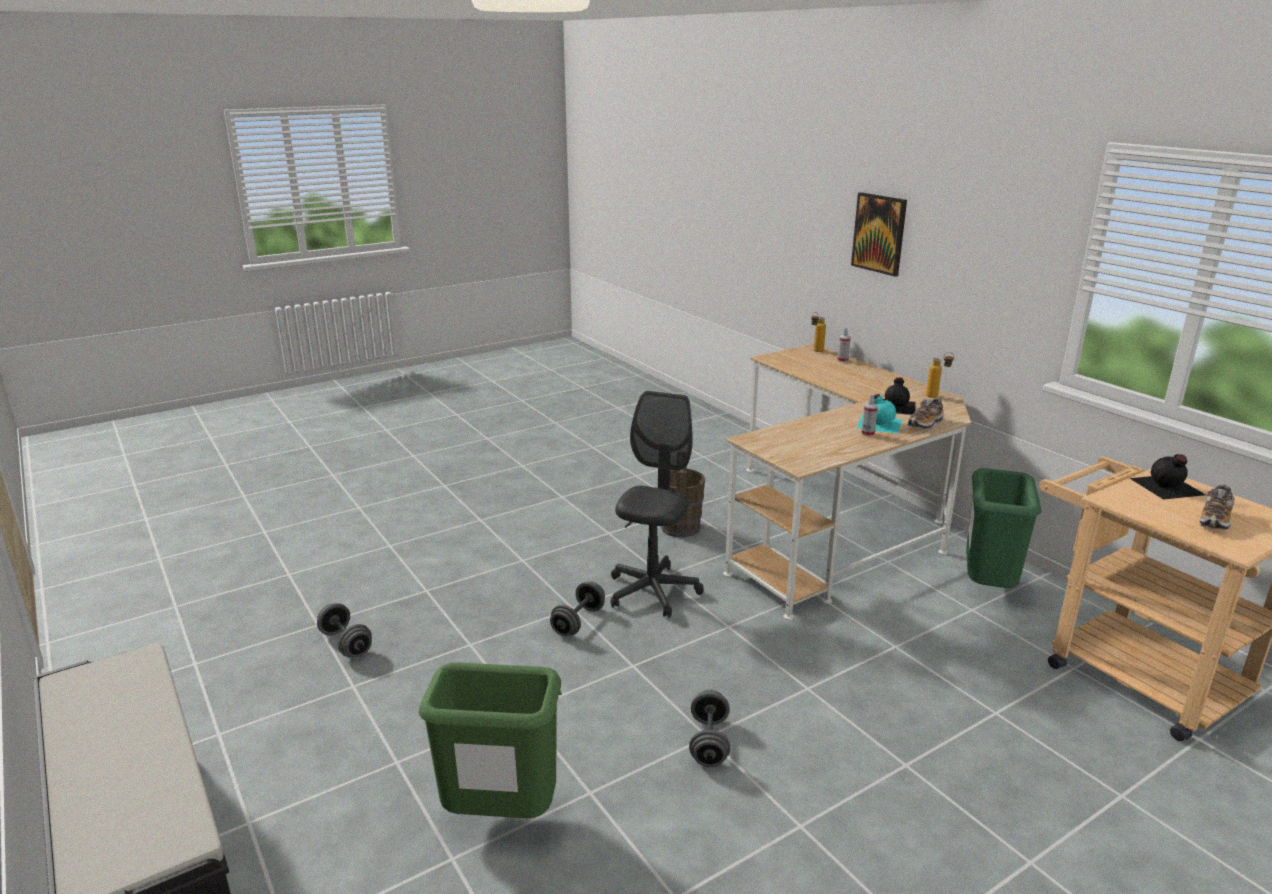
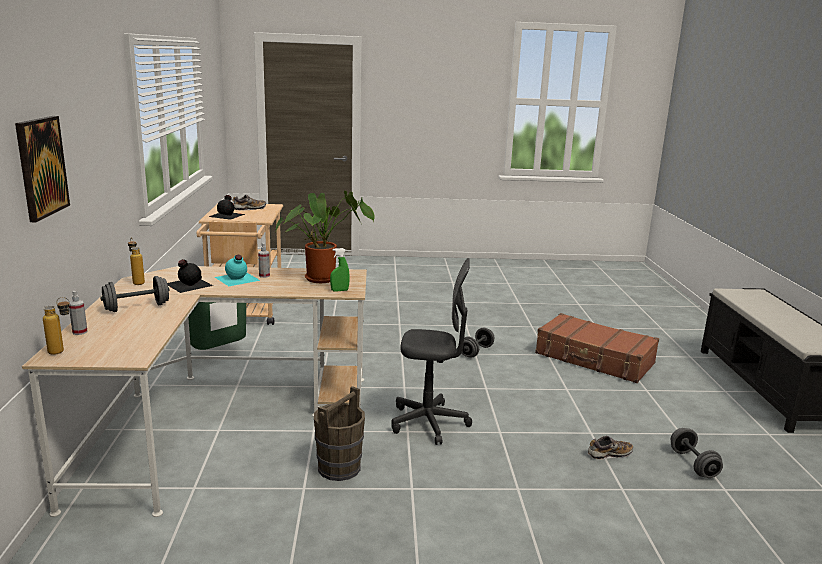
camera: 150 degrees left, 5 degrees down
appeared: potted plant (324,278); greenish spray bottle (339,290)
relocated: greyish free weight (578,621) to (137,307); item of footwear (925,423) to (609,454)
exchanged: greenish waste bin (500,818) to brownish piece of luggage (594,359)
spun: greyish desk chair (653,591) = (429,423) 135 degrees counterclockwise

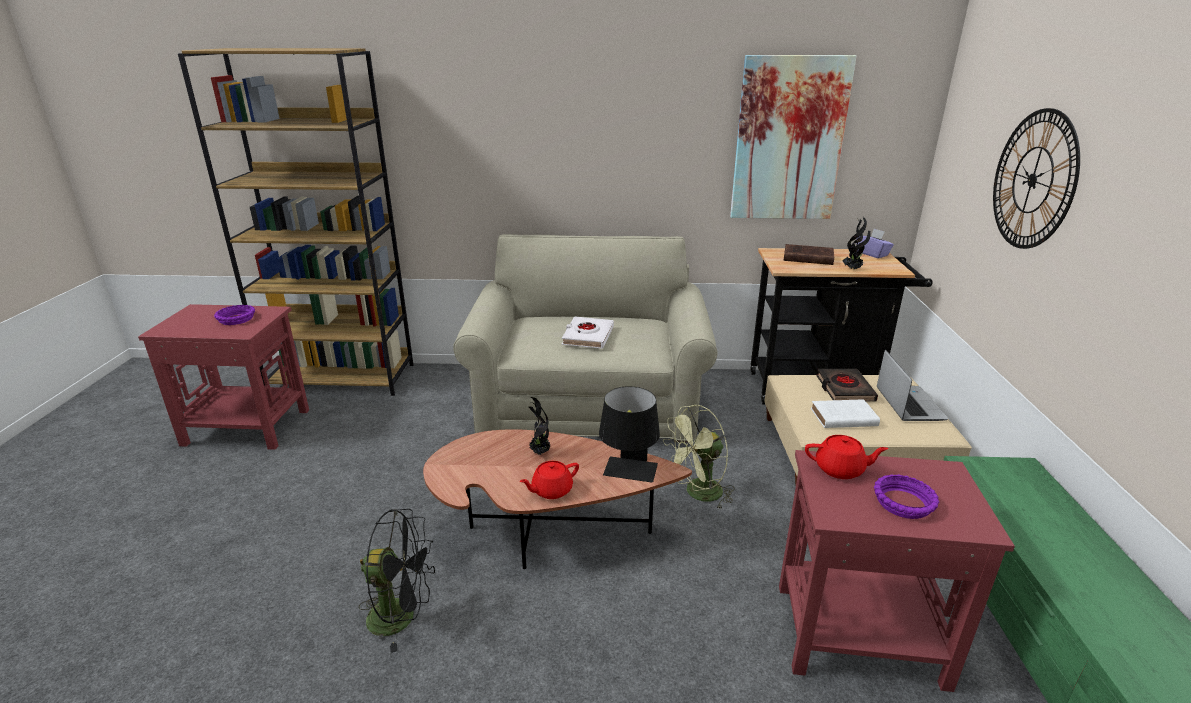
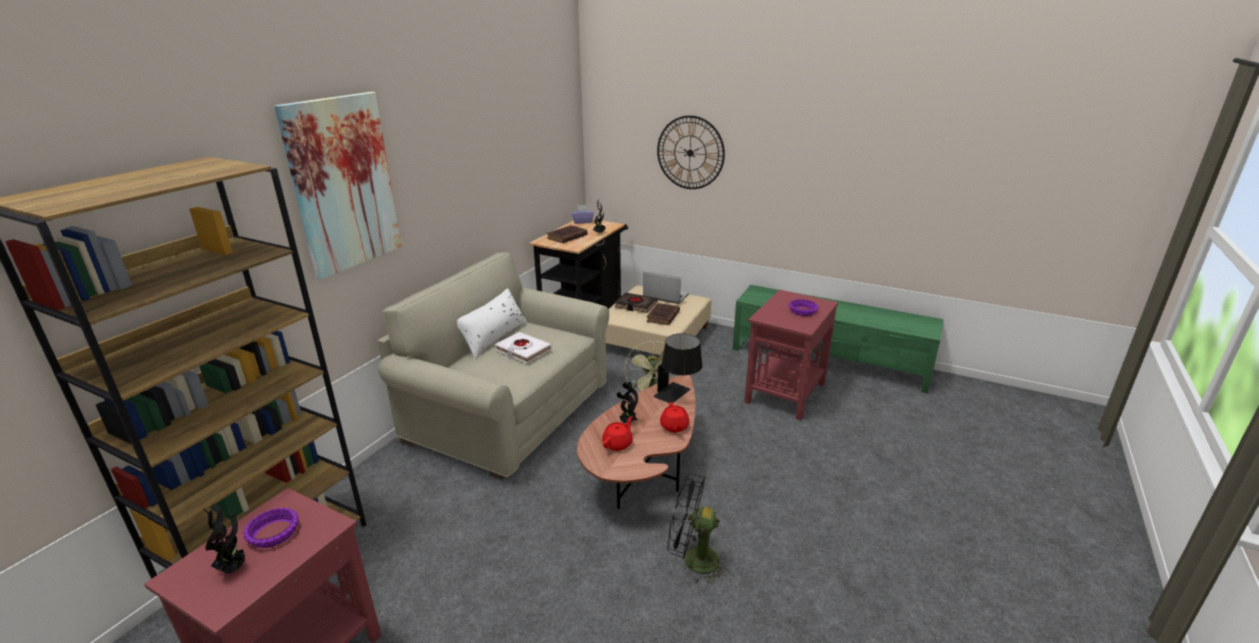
camera: 65 degrees left, 0 degrees up
appeared: potted plant (234,568); white-coloured cushion (493,337)
relocated: picture (789,140) to (343,184); red pot for tea (840,469) to (618,443)
colour: white-coloured volume (842,417) to brownish volume (663,317)
spun: black-coloured fan (402,616) = (693,560) 105 degrees counterclockwise

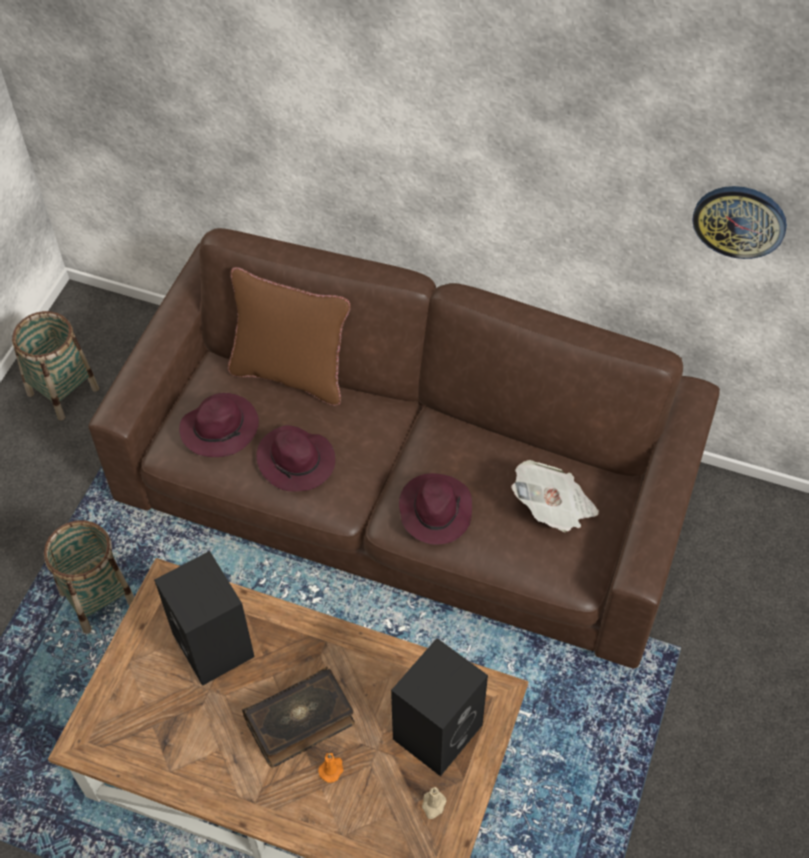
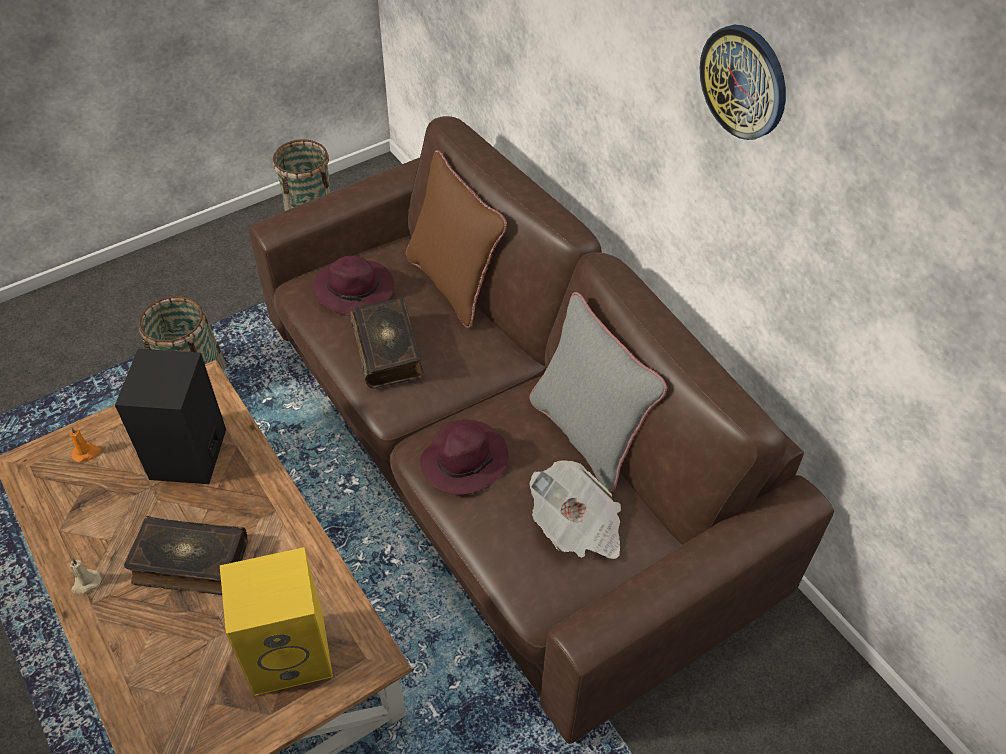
camera: 35 degrees right, 5 degrees down
appeared: greyish cushion (587,435)
relocated: orange-coloured candle (332,769) to (86,453); sand-coloured candle (433,805) to (86,583); clock on the wall (739,220) to (744,82)
exchanged: purple clothing hat (297,462) to volume (388,350)
colour: black-coloured audio speaker (437,729) to yellow audio speaker (291,652)

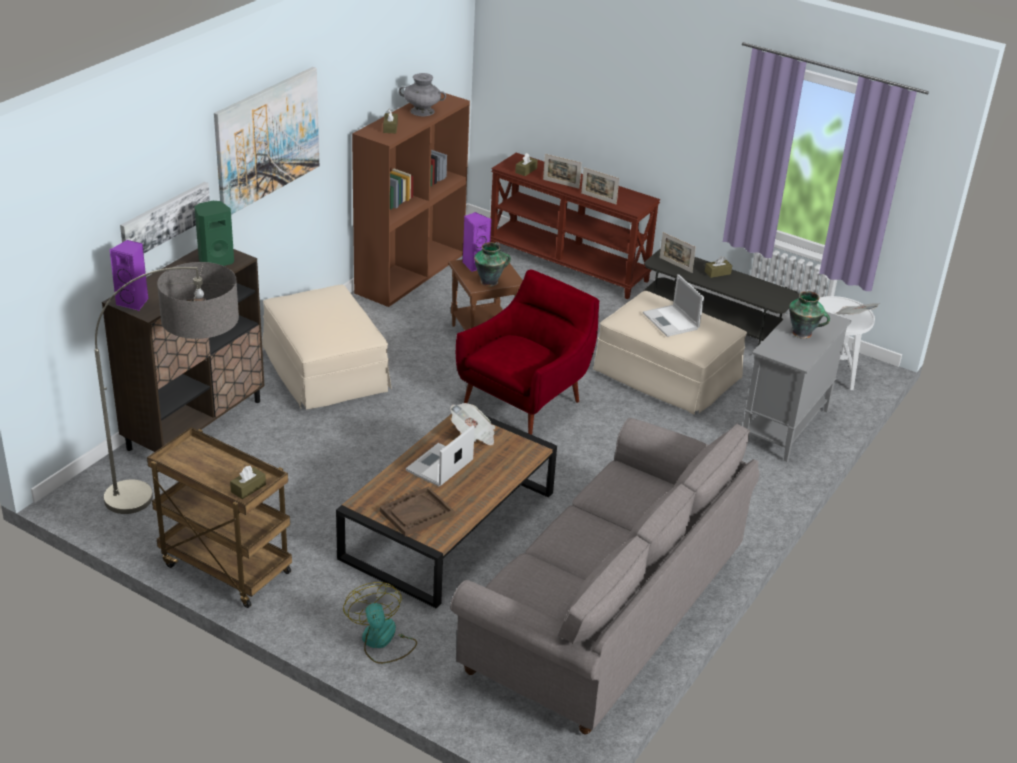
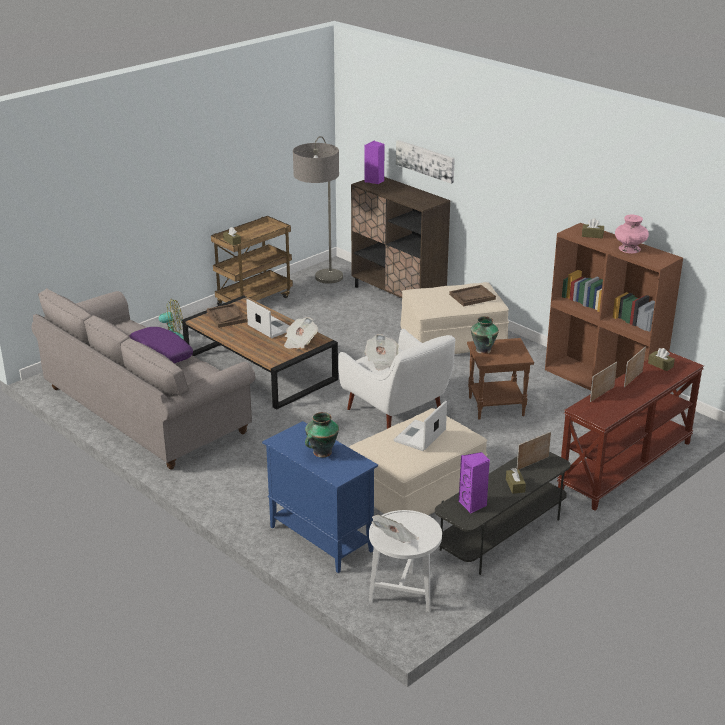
camera: 105 degrees right, 5 degrees down
missing: greenish audio speaker (215,261); picture (267,140)
appeared: purple cushion (160,353); newspaper (381,361); brownish serving tray (472,297)
relocated: purple audio speaker (474,264) to (473,505)
colour: greyish flower vase (422,111) to pink-coloured flower vase (629,249); red easy chair (525,399) to white-coloured easy chair (397,414); greyish cabinet (784,427) to blue-coloured cabinet (320,538)
spun: portable computer (671,321) = (419,436) 45 degrees counterclockwise

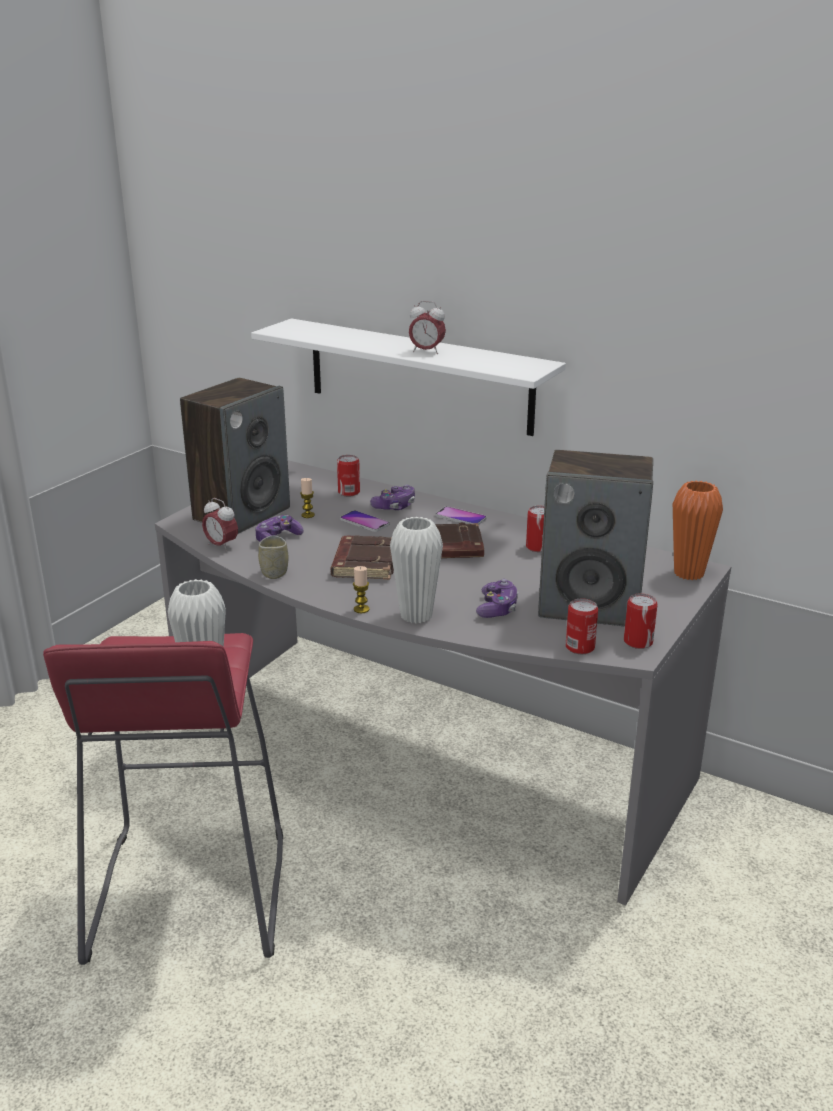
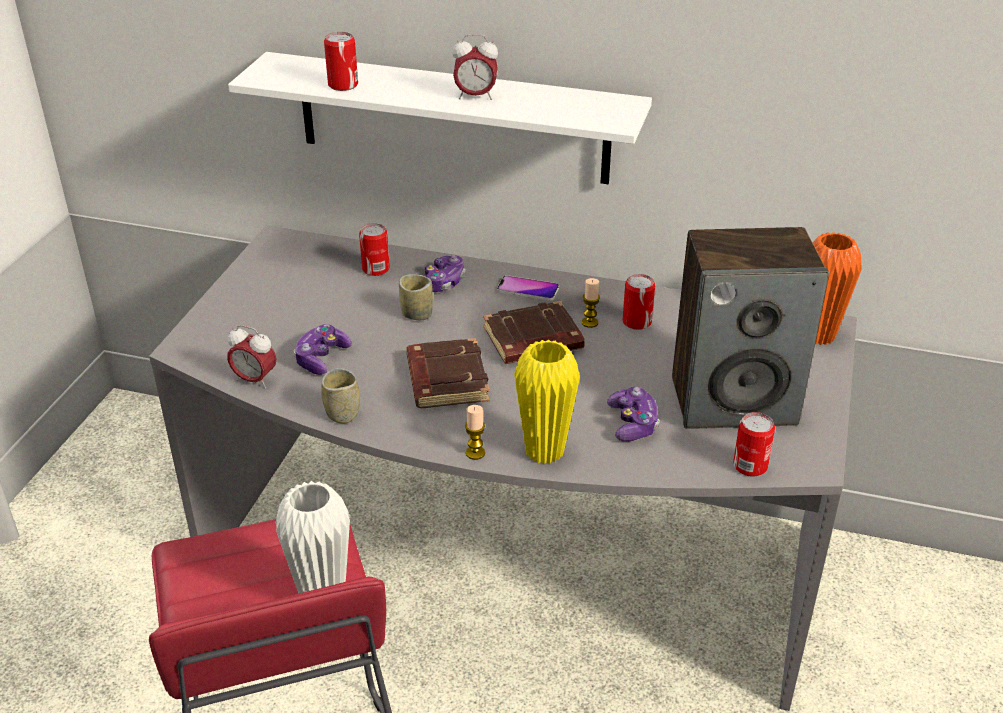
camera: 15 degrees left, 10 degrees up
missing: audio speaker (242,514)
relocated: candle (308,515) to (589,322); metal can (638,642) to (343,85)
exchanged: phone (364,522) to cup (417,314)
colour: white-coloured flower vase (416,615) to yellow flower vase (544,451)

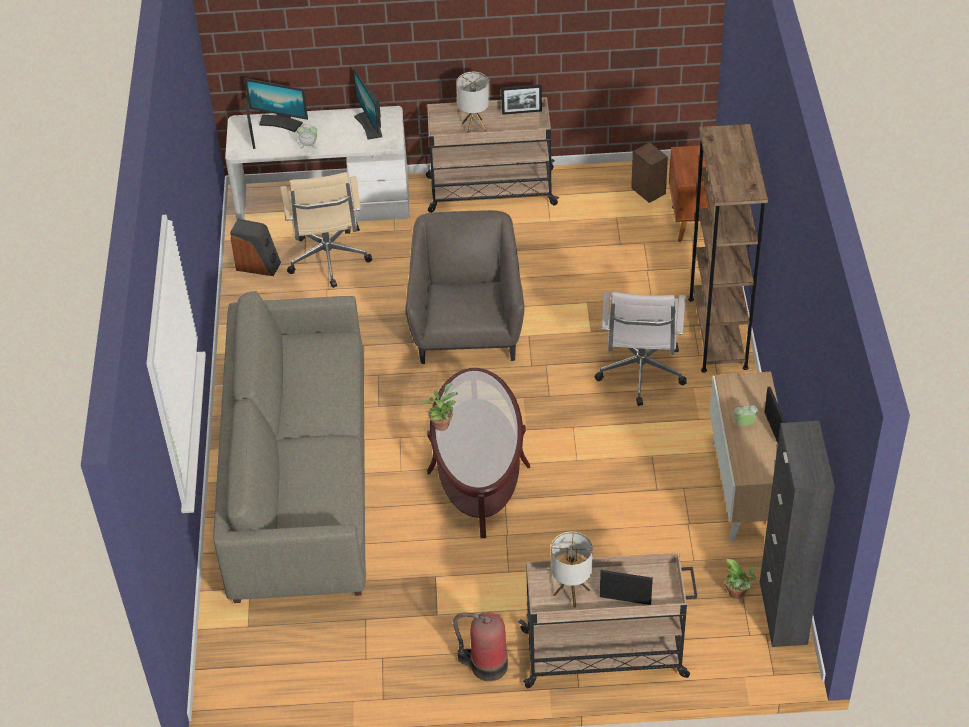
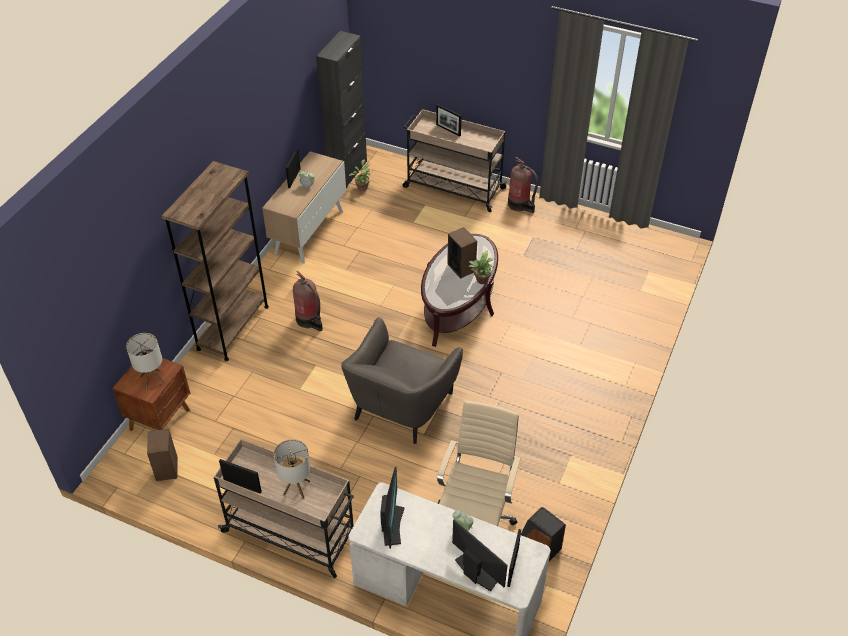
camera: 155 degrees left, 0 degrees up
missing: greyish sofa (301,481)
appeared: audio speaker (461,267)
relocated: lamp for a table (571,592) to (152,379)
exchanged: white-coloured desk chair (640,375) to fire extinguisher (309,320)

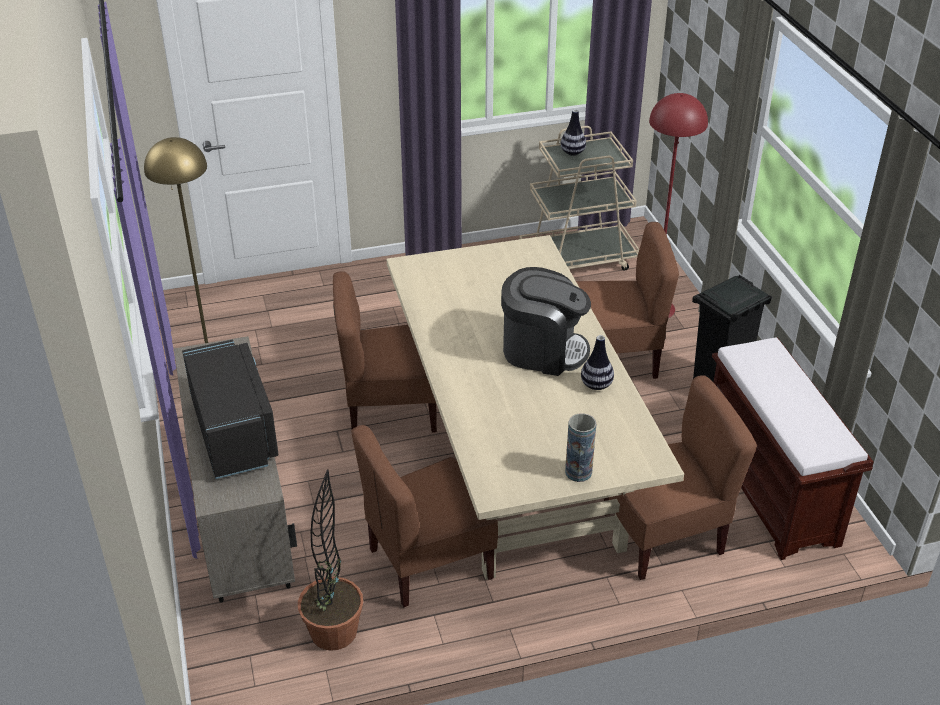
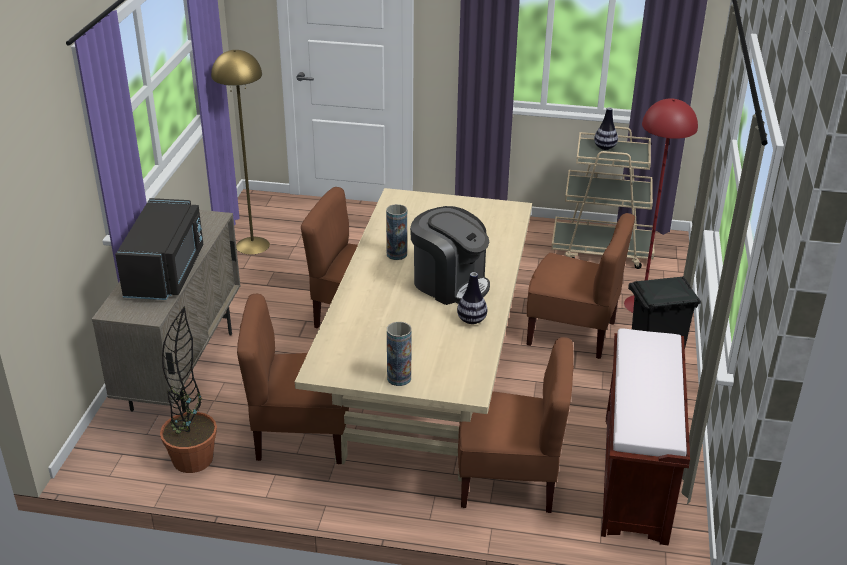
camera: 25 degrees right, 5 degrees down
appeared: flower vase (396,254)

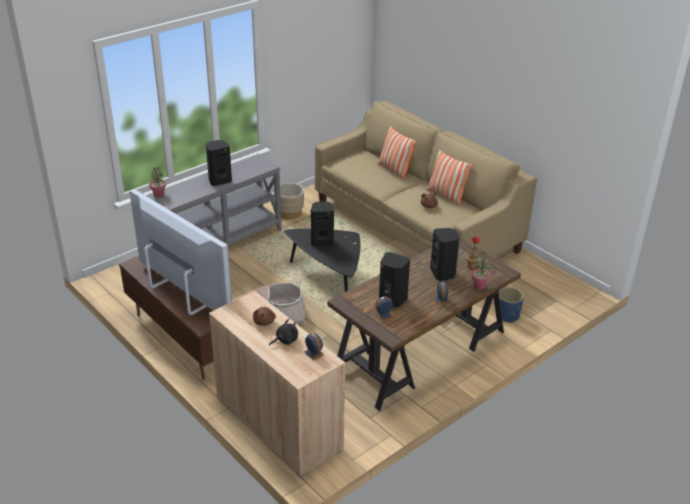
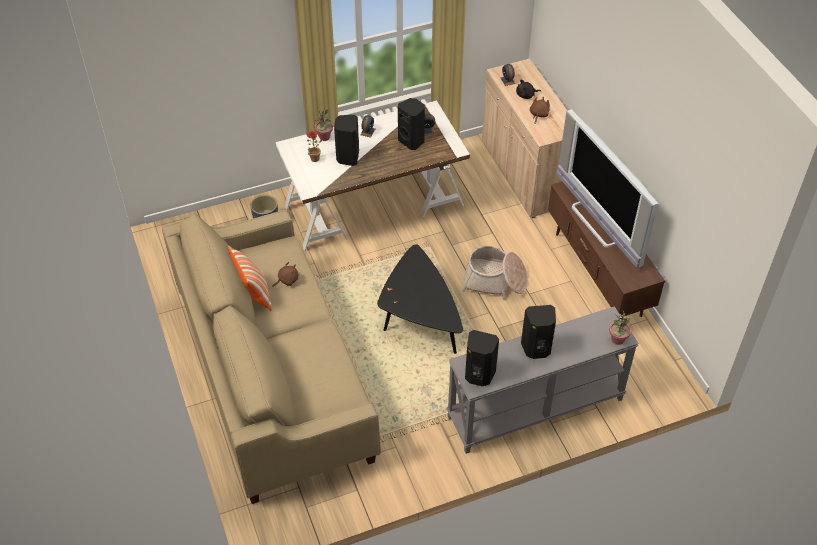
camera: 160 degrees left, 15 degrees up
missing: sand-coloured flower pot (290,213); cushion (394,170)
relocated: black-coloured audio speaker (322,241) to (479,375)
colour: brownish desk table (421,352) to white-coloured desk table (374,205)

